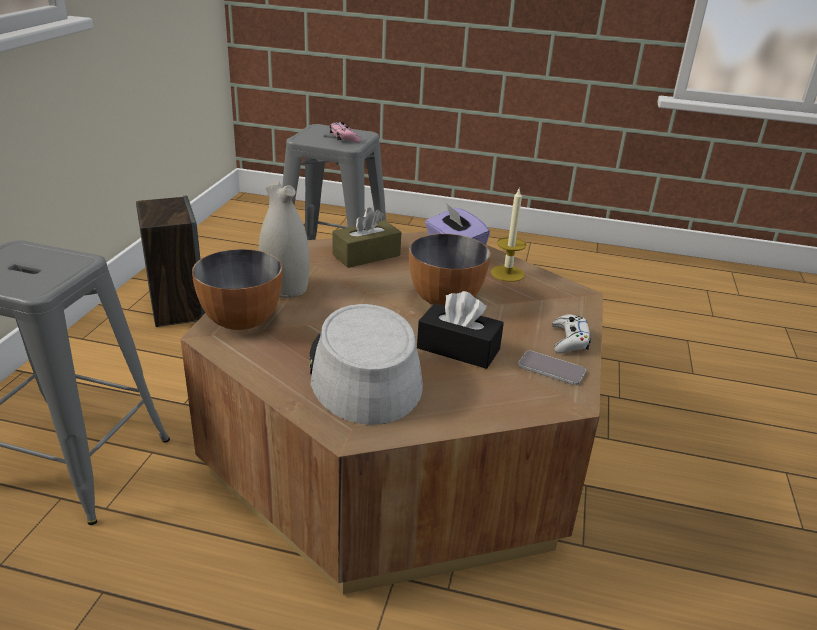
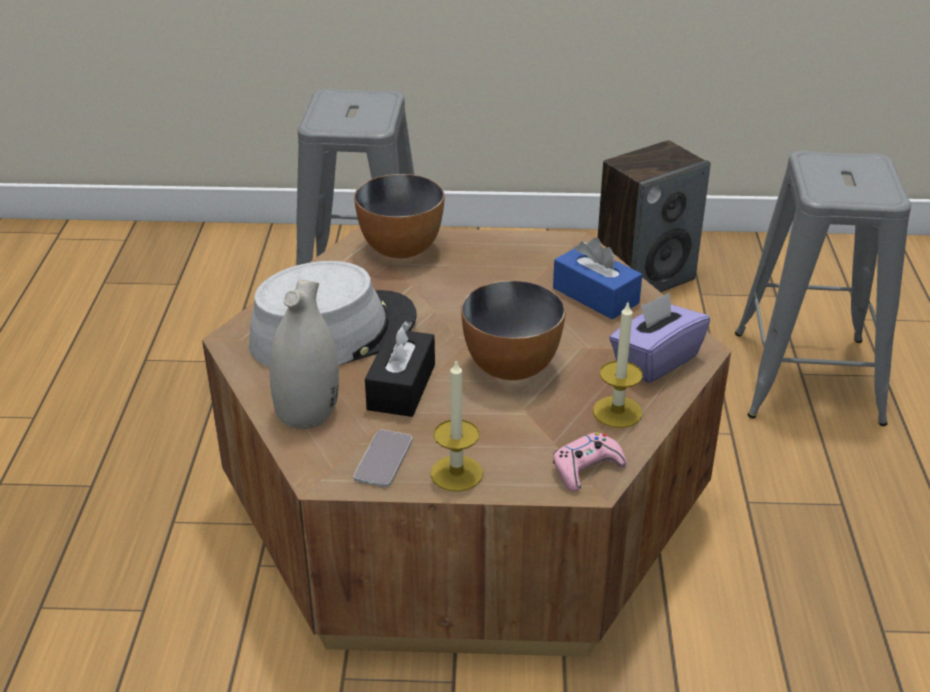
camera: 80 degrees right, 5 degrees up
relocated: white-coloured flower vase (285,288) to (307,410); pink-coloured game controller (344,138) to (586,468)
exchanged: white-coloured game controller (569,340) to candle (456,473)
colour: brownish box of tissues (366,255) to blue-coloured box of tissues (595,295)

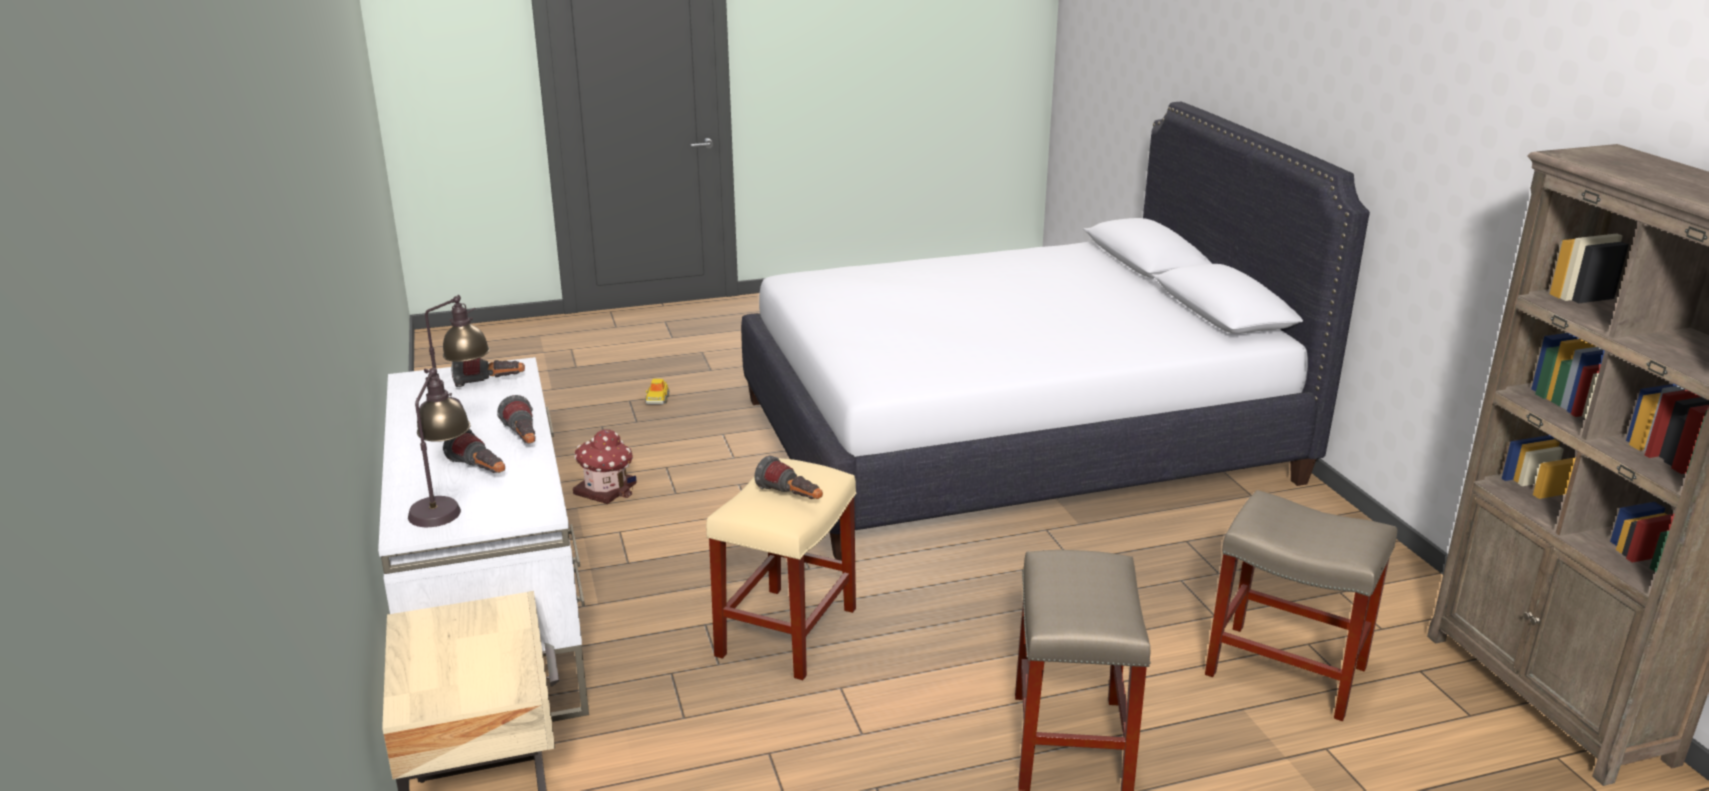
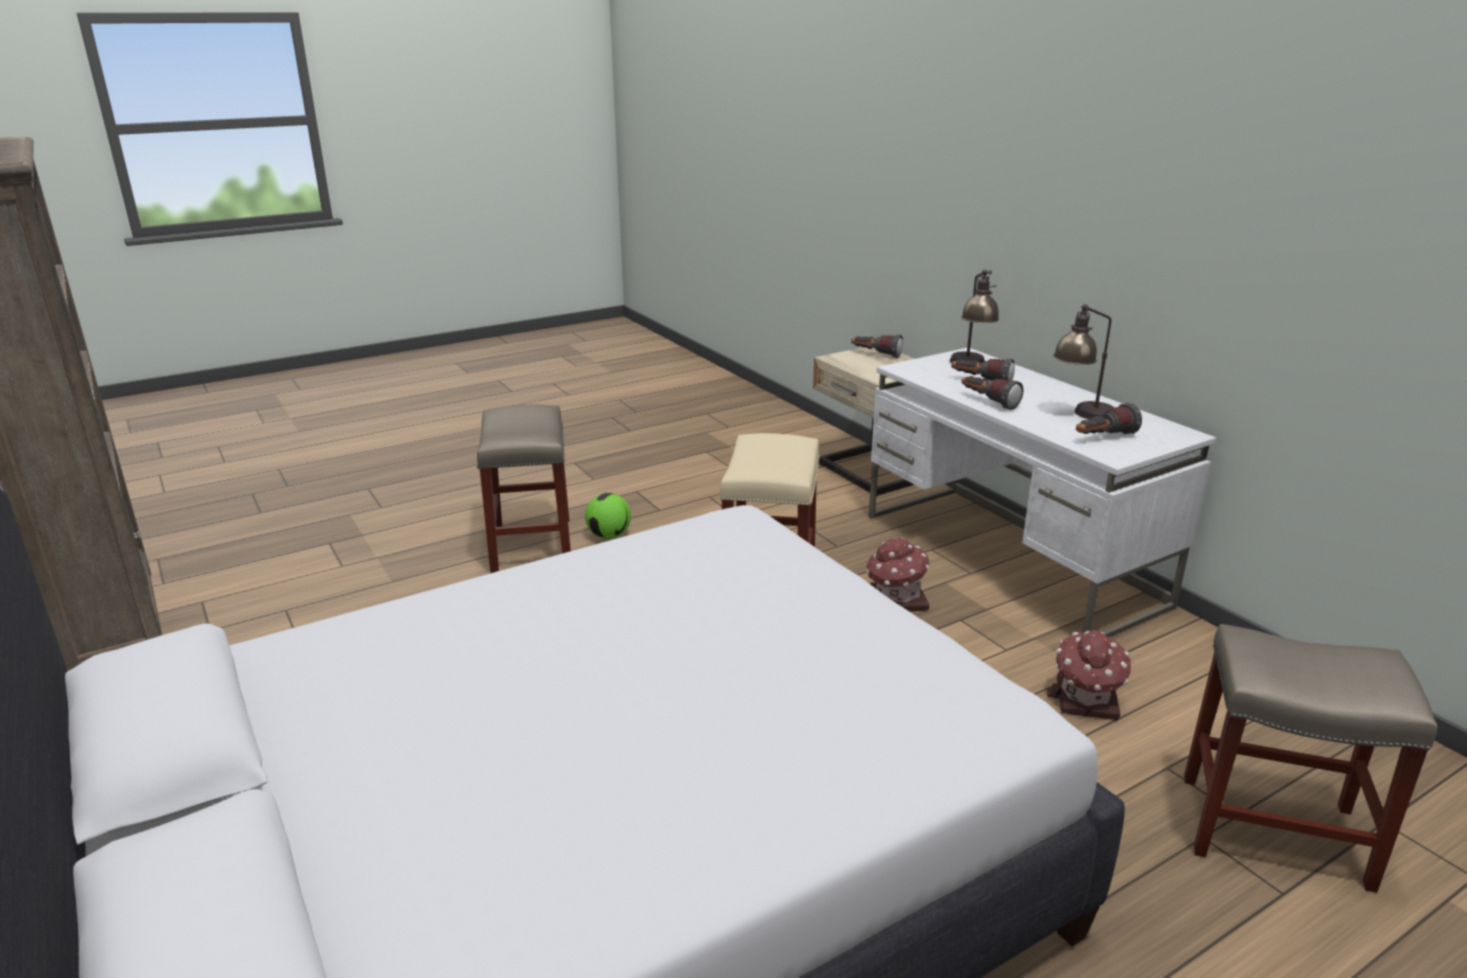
camera: 165 degrees right, 0 degrees up
missing: miniature car (657,400)
appeared: ball for football (609,535); model house (895,600)
relocated: hand torch (791,498) to (876,355); sand-coloured stool seat (1288,671) to (1270,830)

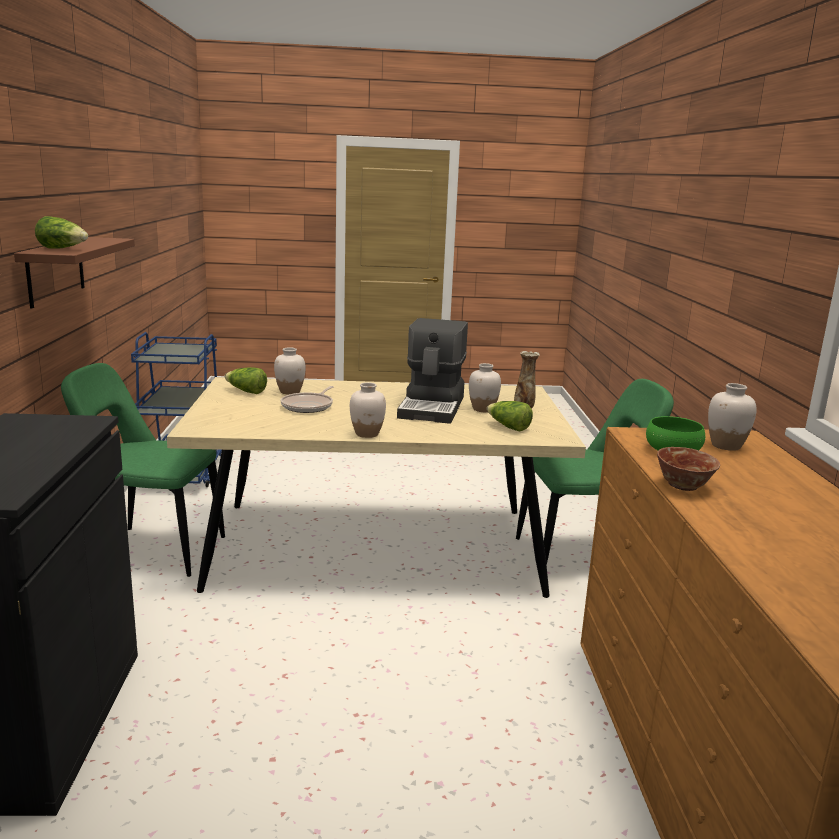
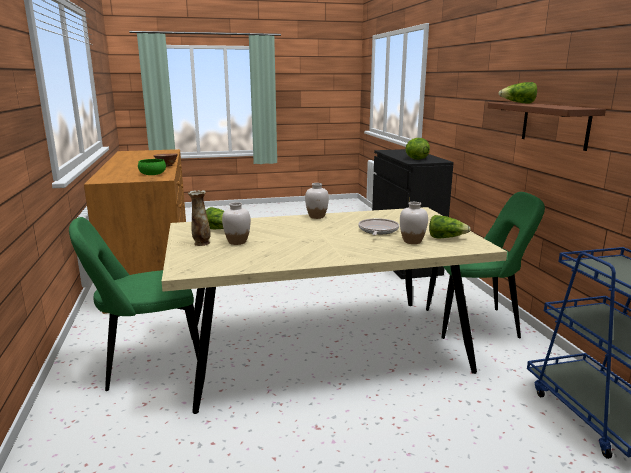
camera: 170 degrees right, 0 degrees up
missing: coffee brewer (433,407); white-coloured flower vase (726,446)
appeared: lettuce (416,159)

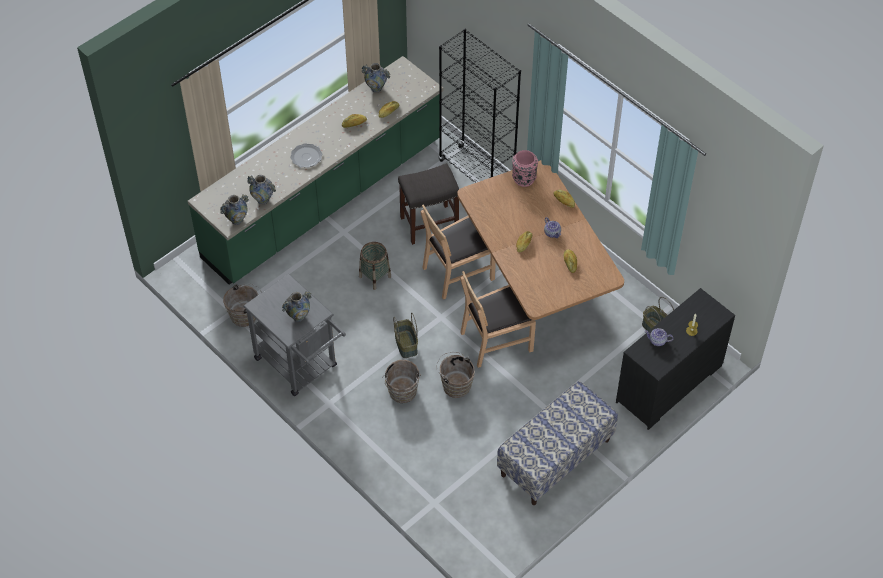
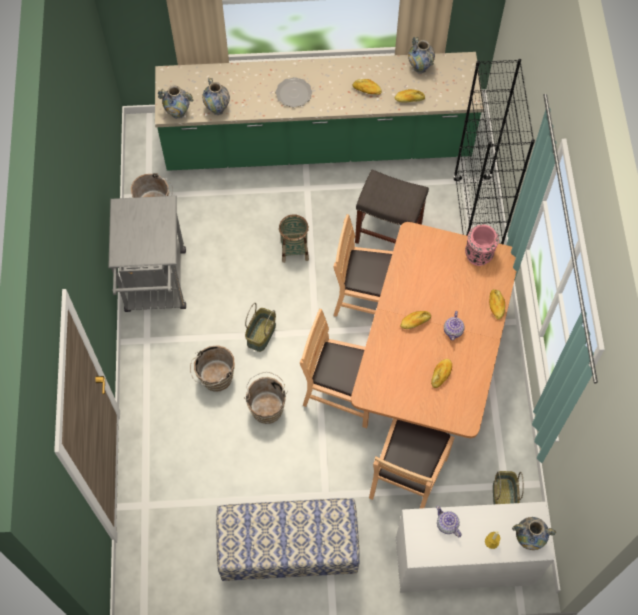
camera: 40 degrees right, 10 degrees up
appeared: brownish plain chair (407,476)
relocated: flower vase (298,316) to (528,539)
colour: black-coloured chest of drawers (669,384) to white-coloured chest of drawers (463,563)

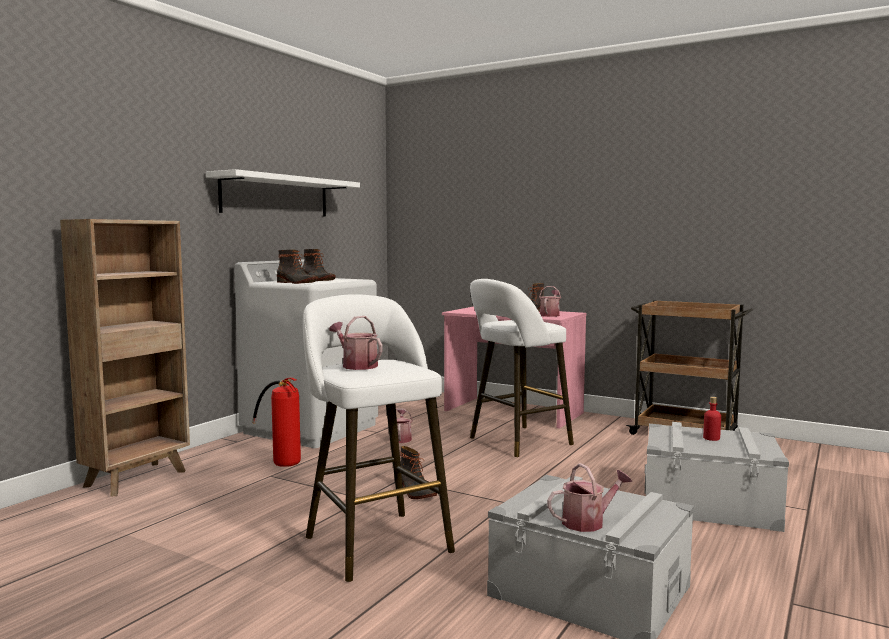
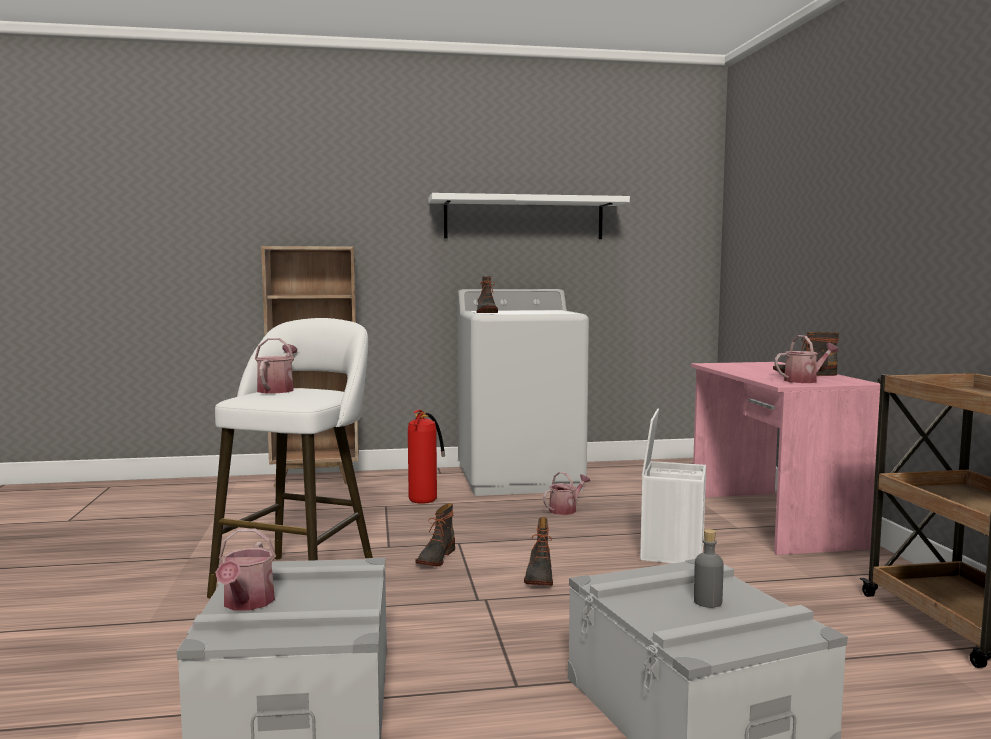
camera: 50 degrees right, 0 degrees up
relocated: tall boot (317,280) to (538,576)
exchanged: white-coloured stool seat (516,442) to white-coloured storage bin (671,551)
colour: red beverage bottle (711,438) to greyish beverage bottle (707,602)
spun: watering can (588,522) = (246,603) 60 degrees clockwise

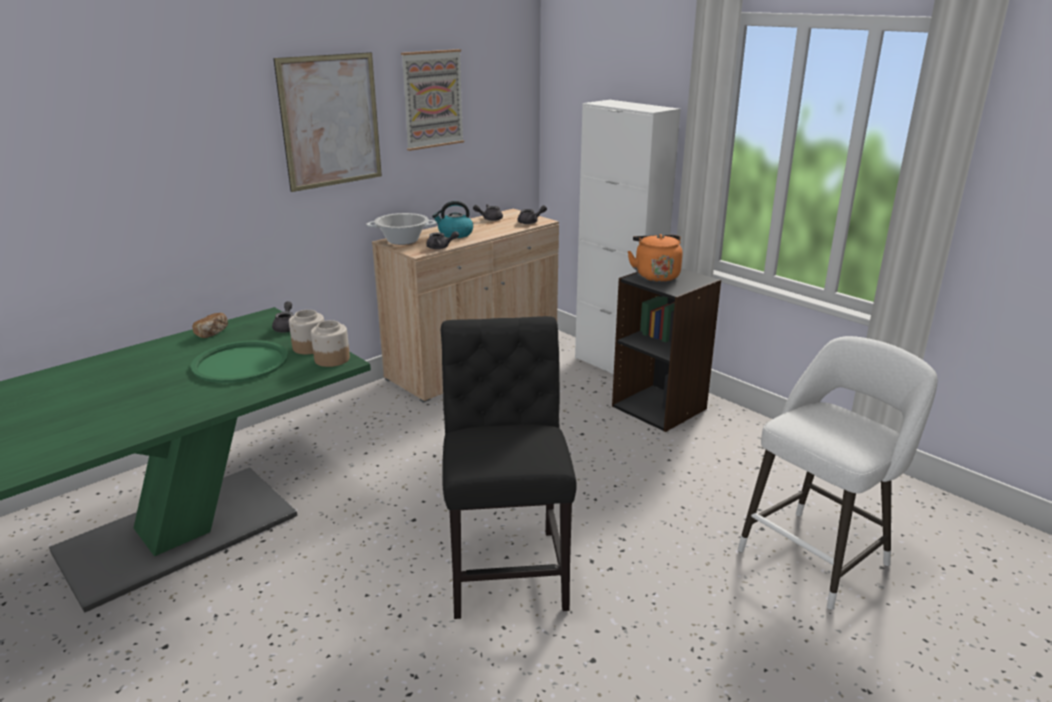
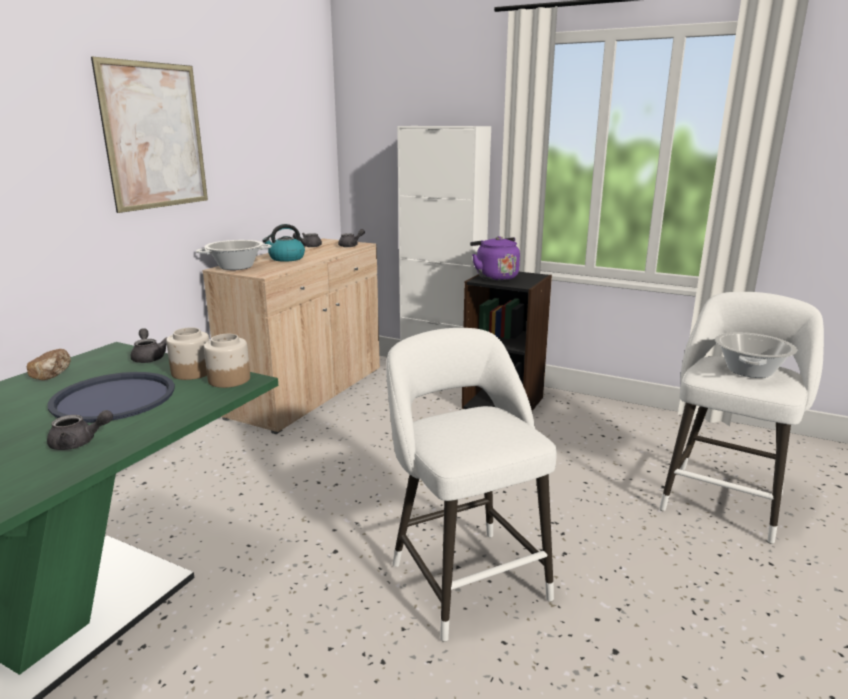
camera: 20 degrees left, 5 degrees down
missing: picture (432,99)
appeared: stockpot (749,371)
relocated: greyish pot for tea (441,247) to (79,443)
exchanged: black-coloured plain chair (507,566) to white-coloured stool seat (465,576)
colour: greenish serving tray (240,363) to blue-coloured serving tray (113,398); orange-coloured kettle (655,275) to purple kettle (494,277)

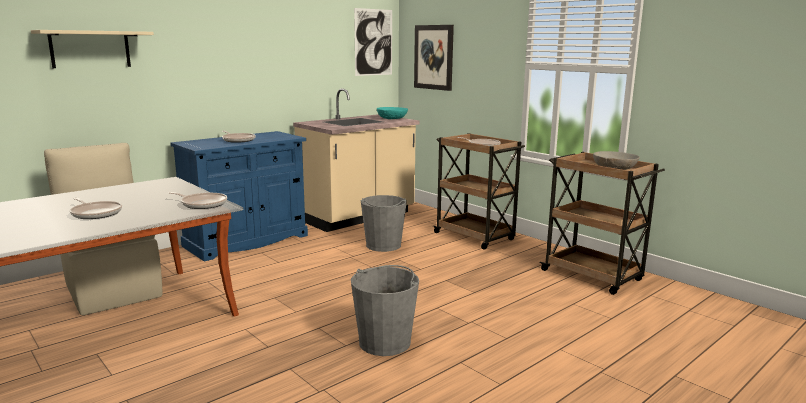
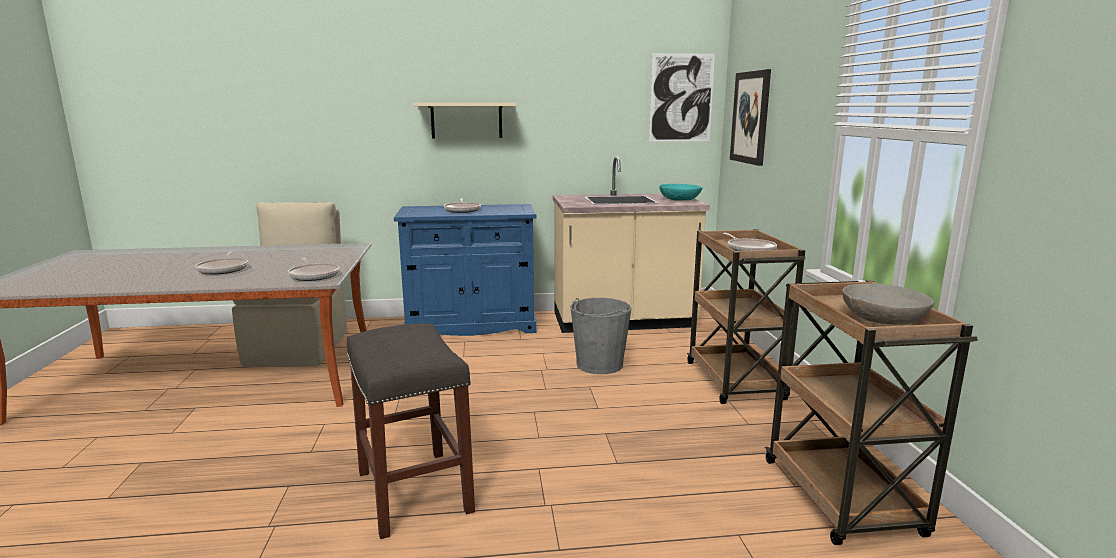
camera: 35 degrees right, 0 degrees up
relocated: sand-coloured wall shelf (90,49) to (466,120)
exchanged: greyish pail (385,342) to greyish stool seat (415,492)

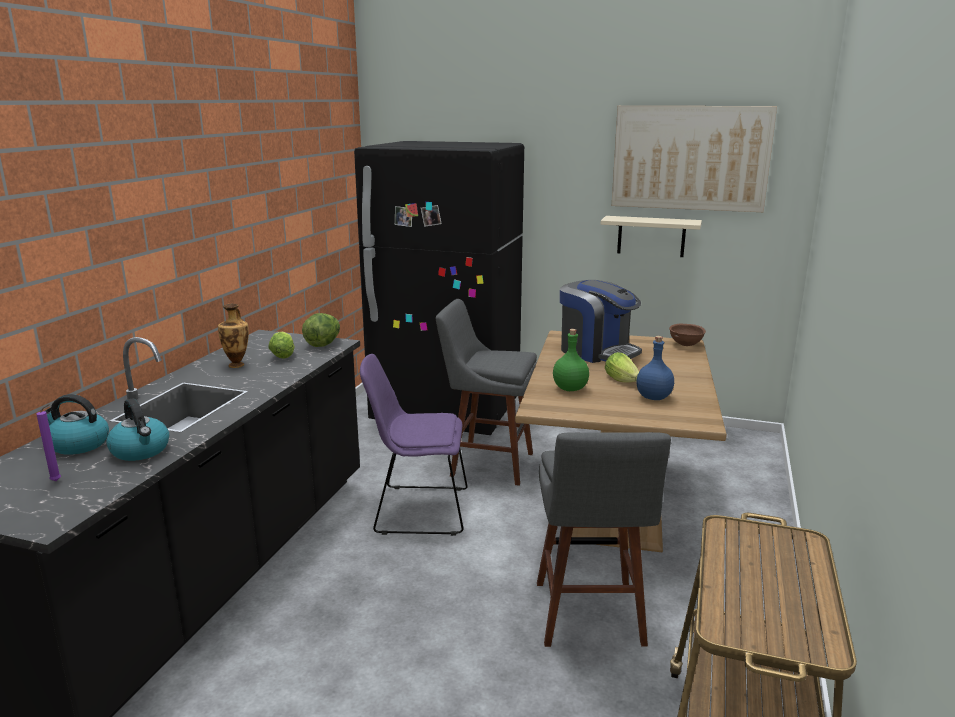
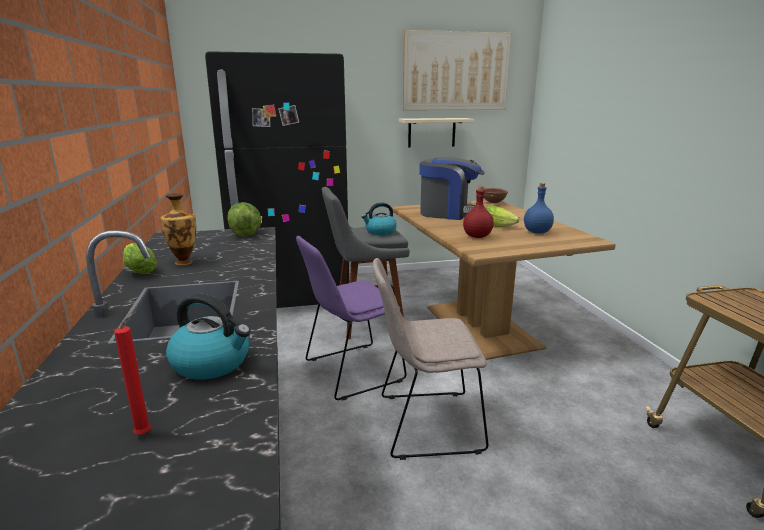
camera: 30 degrees left, 0 degrees up
missing: greyish stool seat (589,617)
appeared: sand-coloured plain chair (425,423)
relocated: kettle (78,444) to (380,232); lettuce (284,354) to (139,270)
colour: purple candle (58,481) to red candle (146,433); greenish beverage bottle (570,389) to red beverage bottle (477,236)

